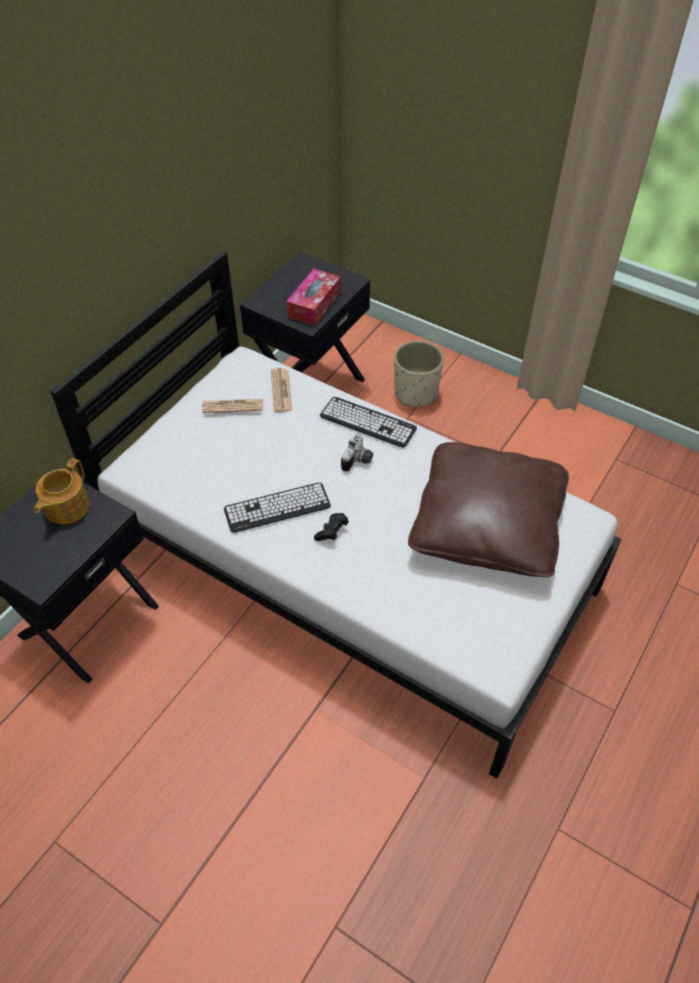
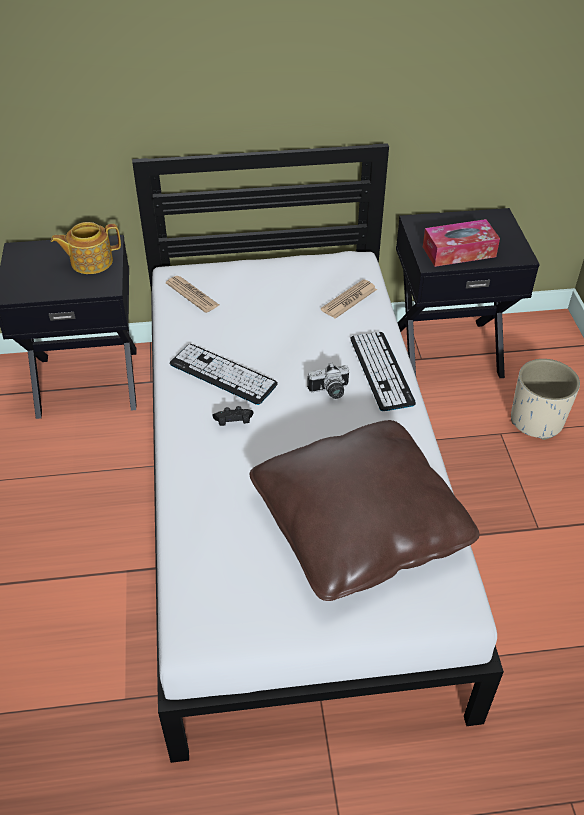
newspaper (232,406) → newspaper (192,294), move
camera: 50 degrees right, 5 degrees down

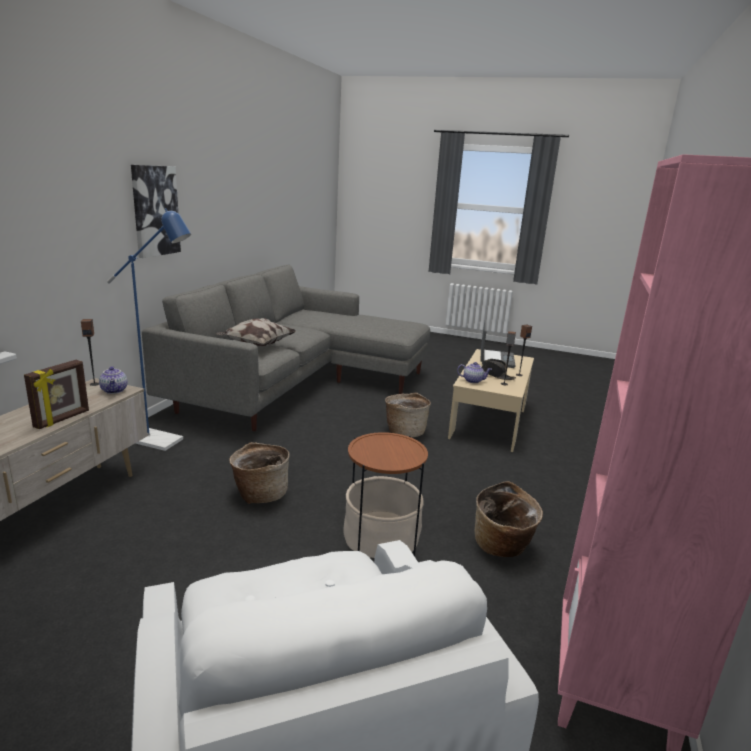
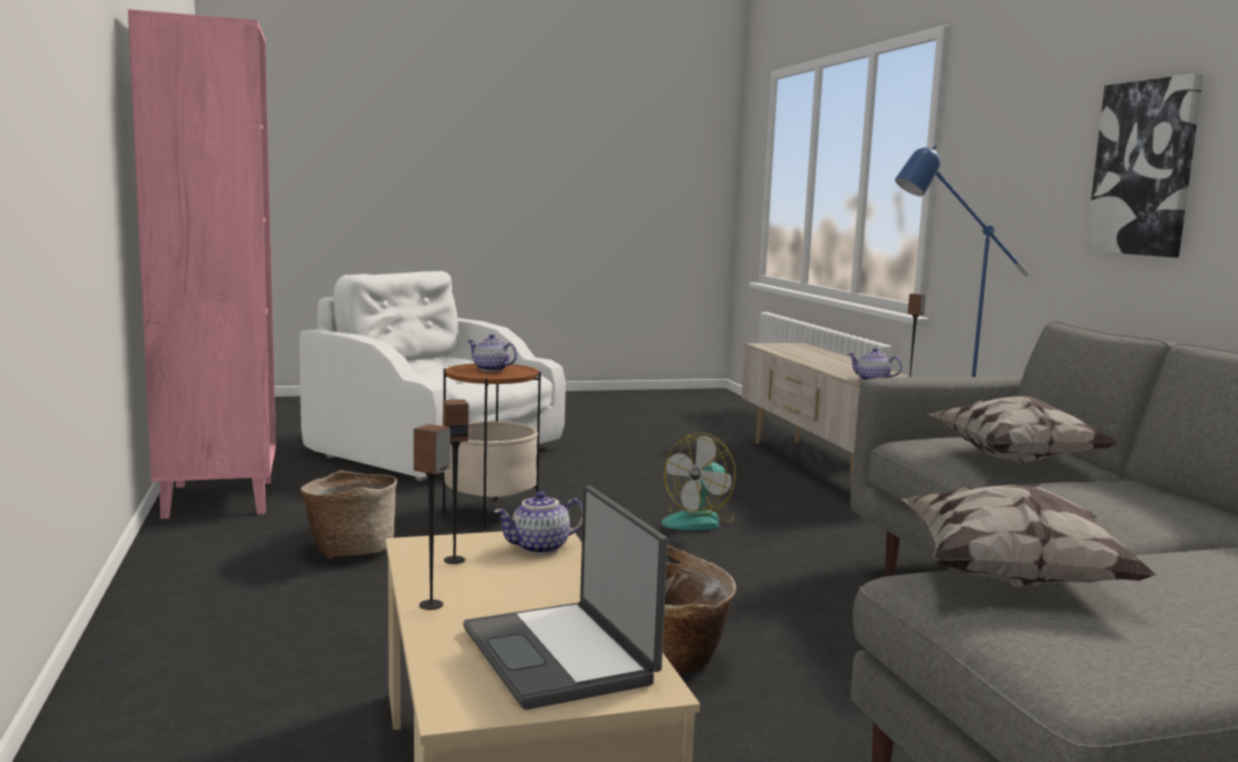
- → teapot (490,369)
basket (260,494) → fan (699,521)
- → pillow (1014,578)
picture frame (62,419) → -
black hat (493,374) → -
camera: 145 degrees right, 10 degrees down

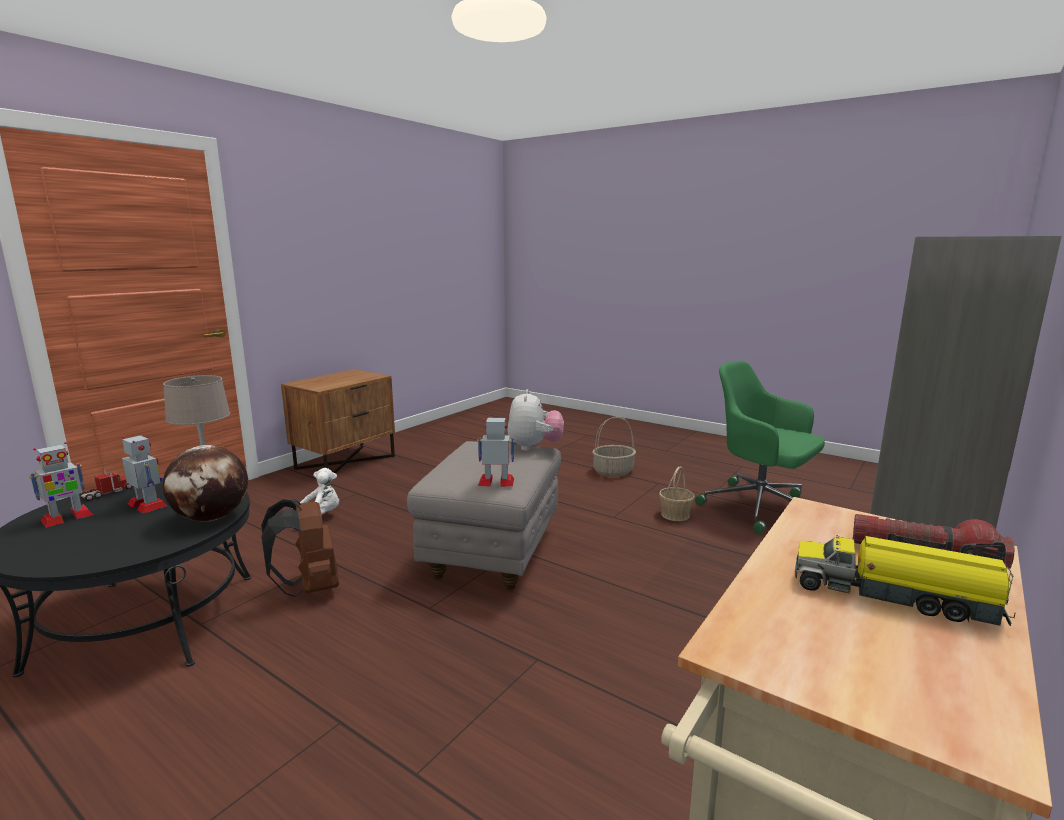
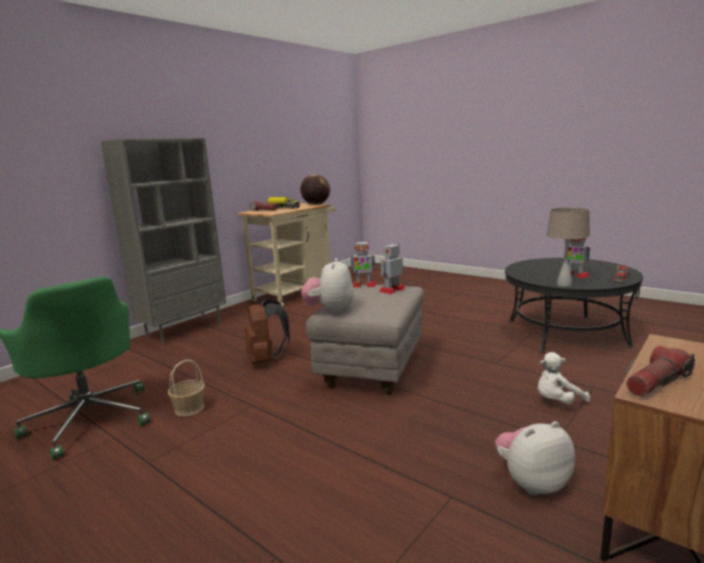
brown backpack (309,588) → brown backpack (266,360), move
globe (212,518) → globe (316,204), move
toy robot (66,518) → toy robot (392,290), move
- → plush toy (532,482)
- → flashlight (657,383)
basket (613,471) → -
camera: 175 degrees left, 0 degrees up

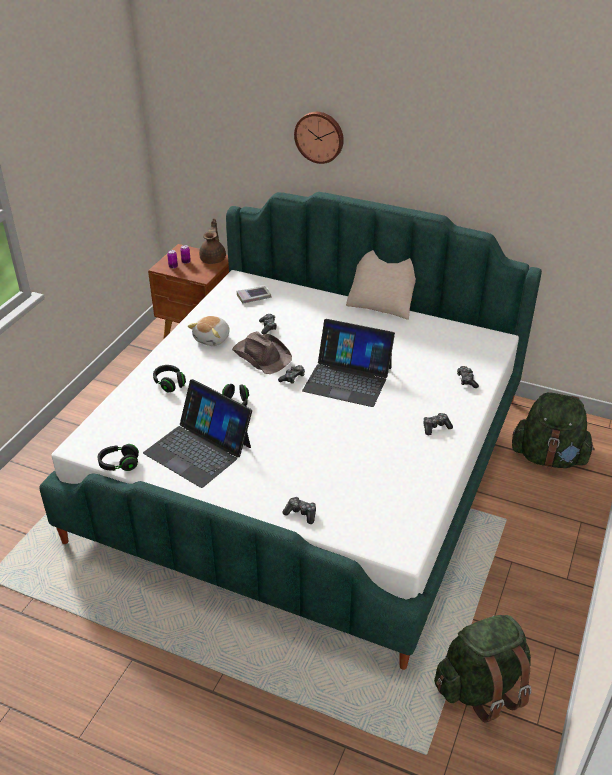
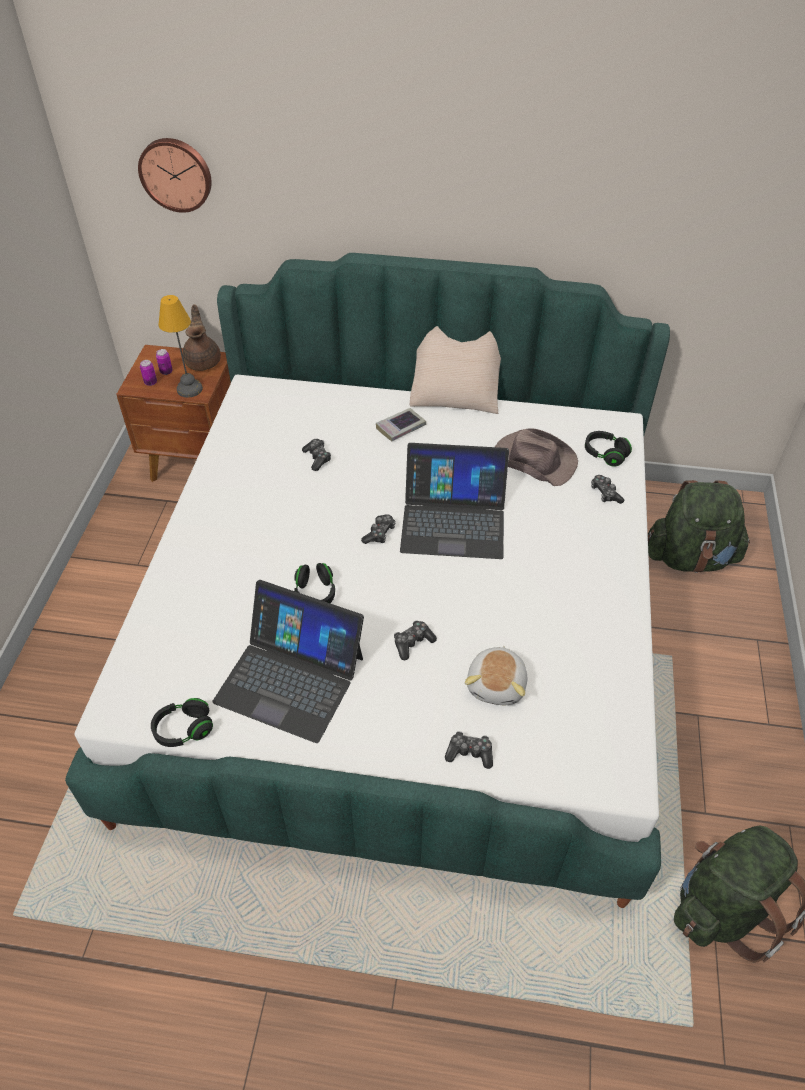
wall clock (319,136) → wall clock (176,174), move
- → table lamp (190,389)
book (254,297) → book (401,427), move
game controller (435,427) → game controller (413,643), move
plush toy (213,339) → plush toy (497,684), move
brown hat (262,355) → brown hat (533,460), move
black headphones (169,383) → black headphones (605,454), move
camera: 15 degrees left, 10 degrees up

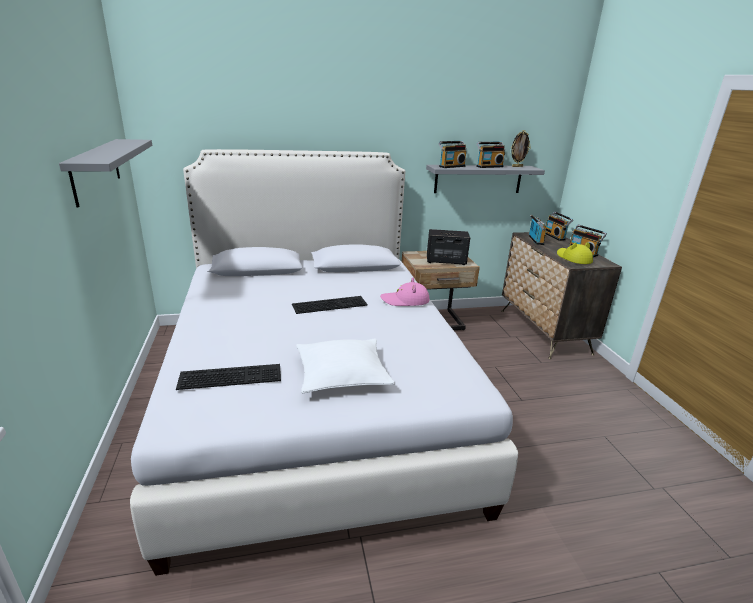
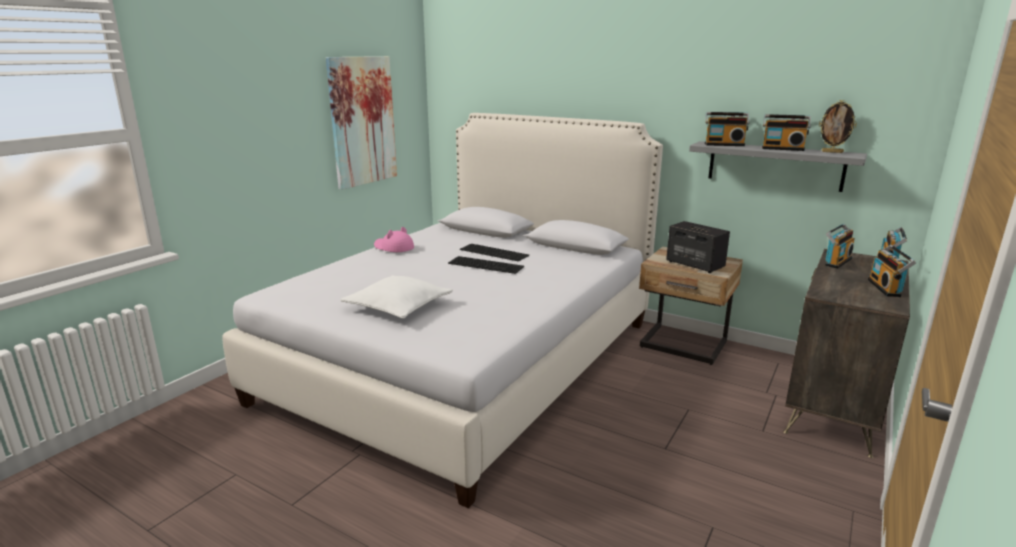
grey shelf (96,170) → picture (362,121)
pink hat (405,300) → pink hat (393,247), move
keyboard (231,375) → keyboard (495,252), move
yellow hat (573,258) → -
camera: 45 degrees right, 5 degrees down

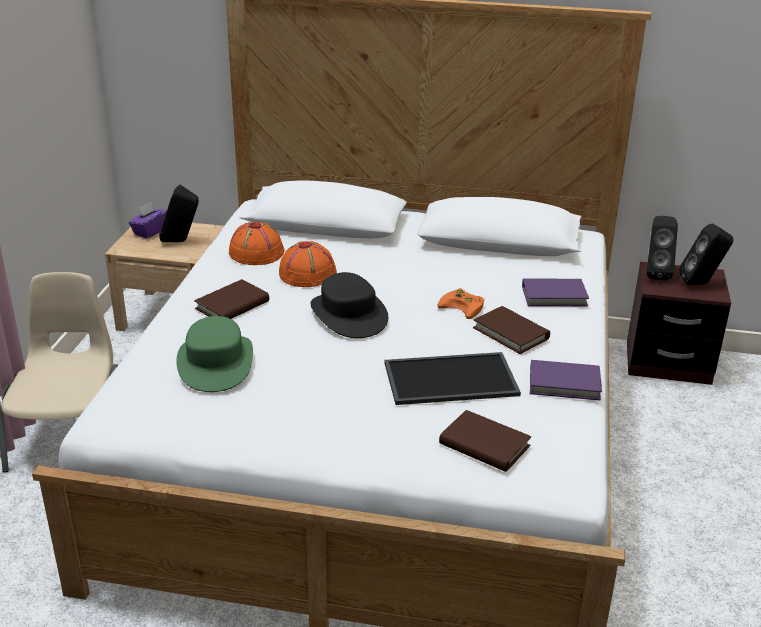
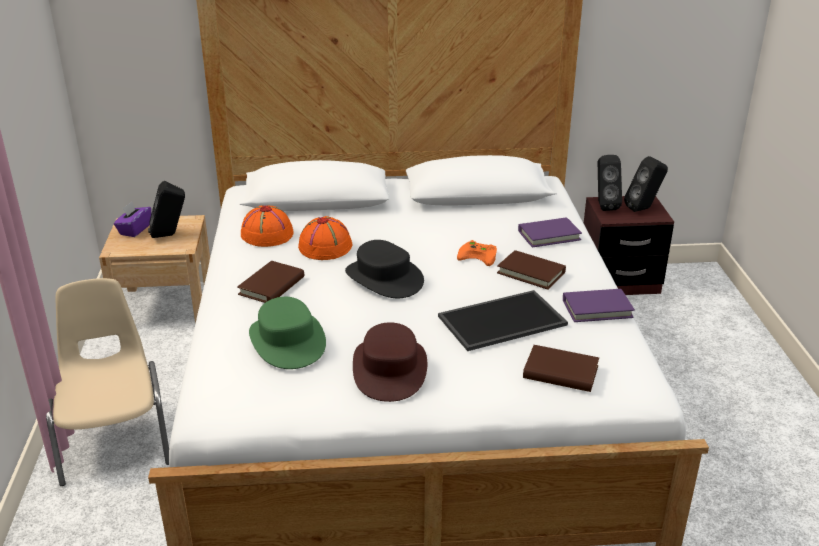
- → brown hat (390,369)
camera: 15 degrees left, 0 degrees up

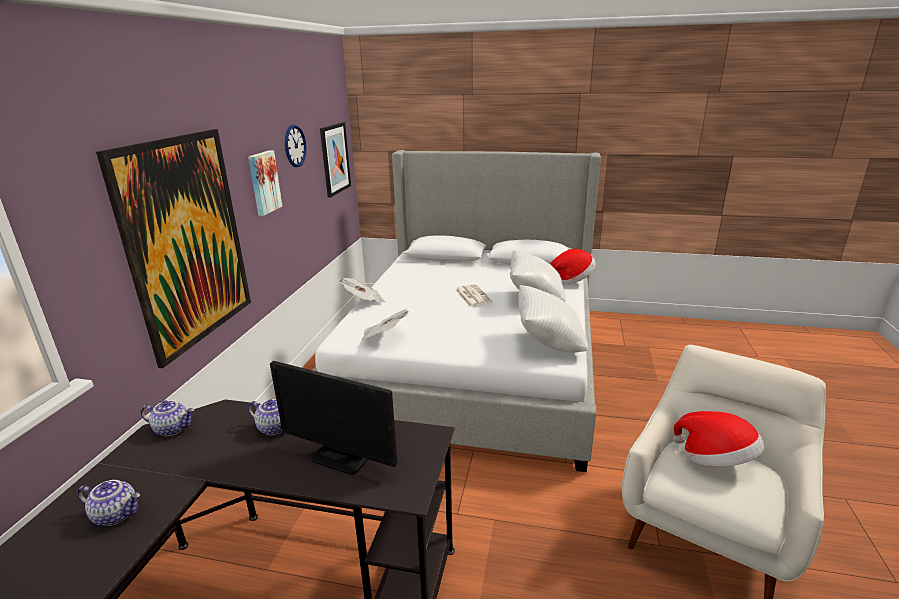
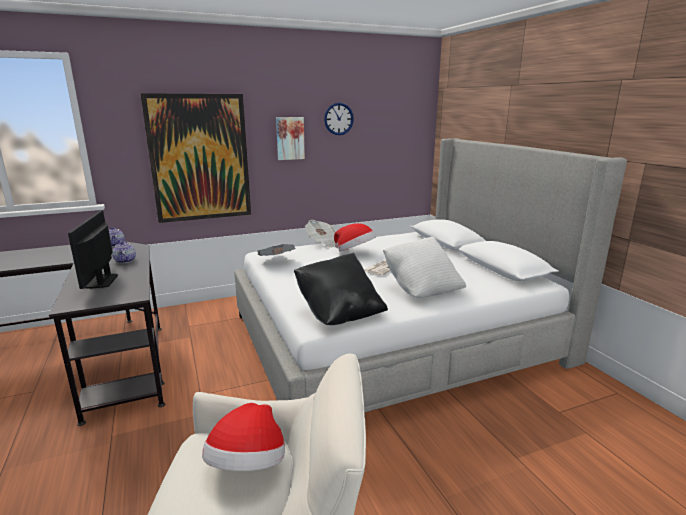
white pillow (549,343) → black pillow (339,313)
hat (571,280) → hat (355,252), move
teapot (117,514) → -
picture (335,159) → -
camera: 55 degrees right, 5 degrees down

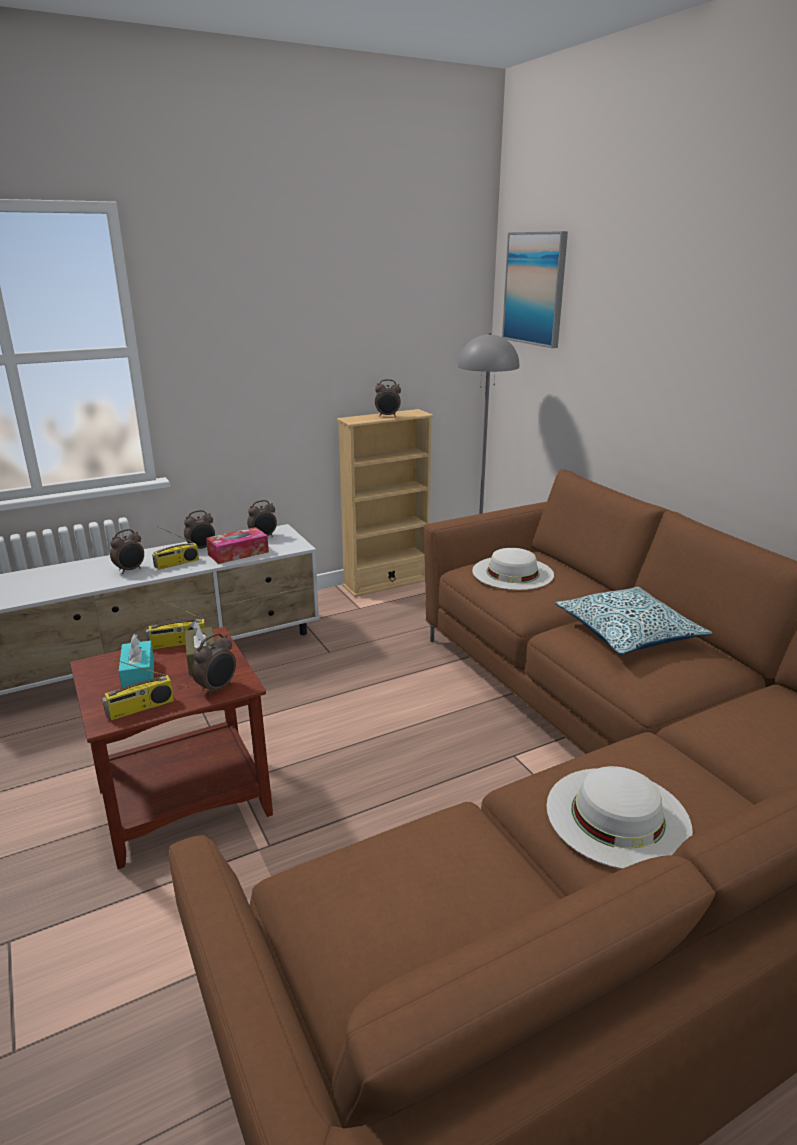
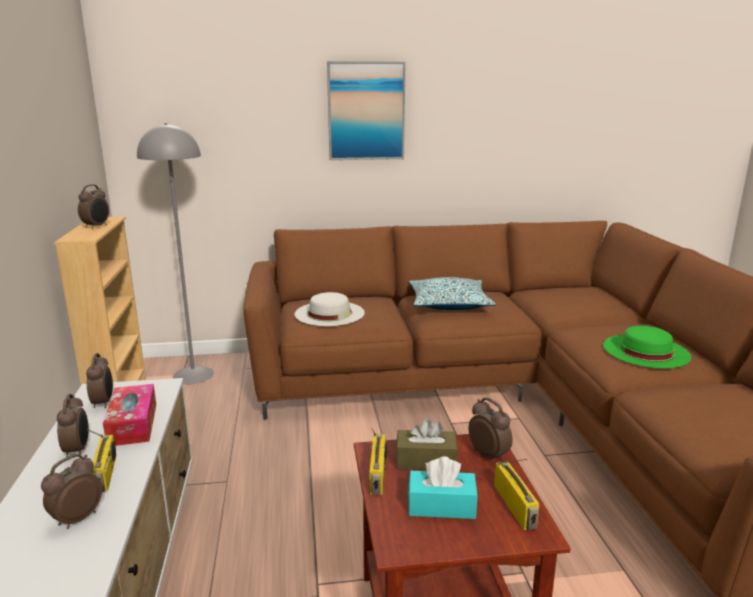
alarm clock (130,570) → alarm clock (76,518), 120 degrees counterclockwise
picture (535,289) → picture (366,111), move
white hat (617,816) → green hat (646,350)
camera: 70 degrees left, 5 degrees down

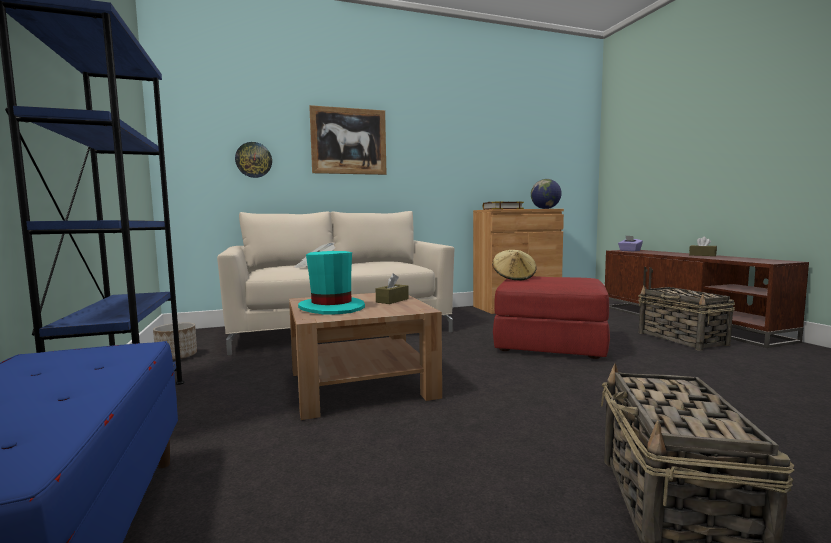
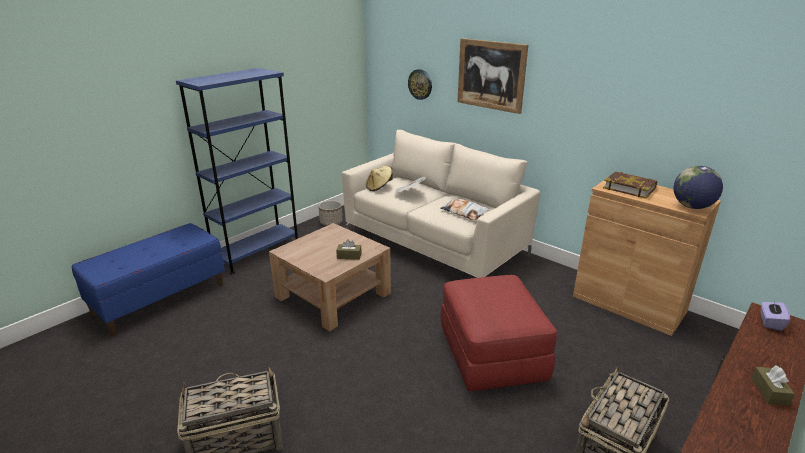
beige hat (514,278) → beige hat (379,187), move
- → pillow (464,212)
turquoise hat (332,308) → -
camera: 60 degrees right, 20 degrees up

